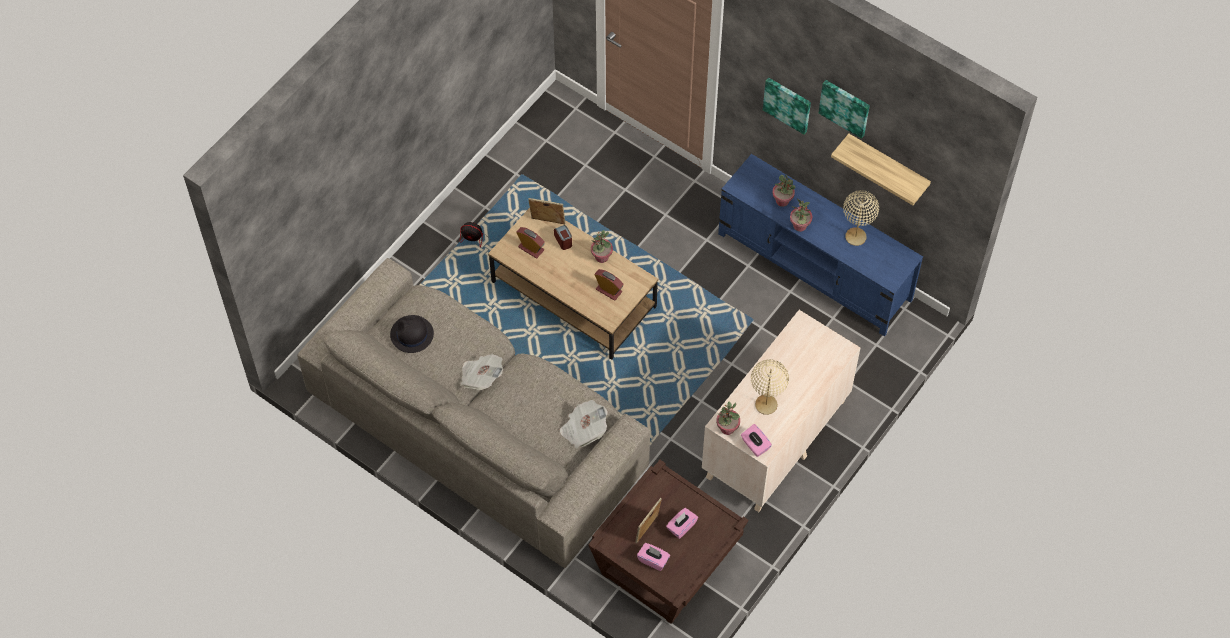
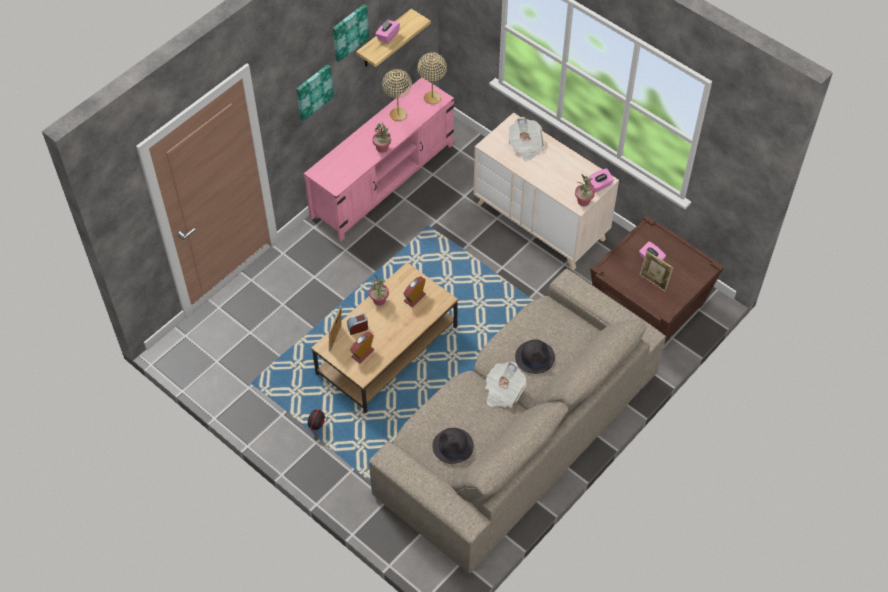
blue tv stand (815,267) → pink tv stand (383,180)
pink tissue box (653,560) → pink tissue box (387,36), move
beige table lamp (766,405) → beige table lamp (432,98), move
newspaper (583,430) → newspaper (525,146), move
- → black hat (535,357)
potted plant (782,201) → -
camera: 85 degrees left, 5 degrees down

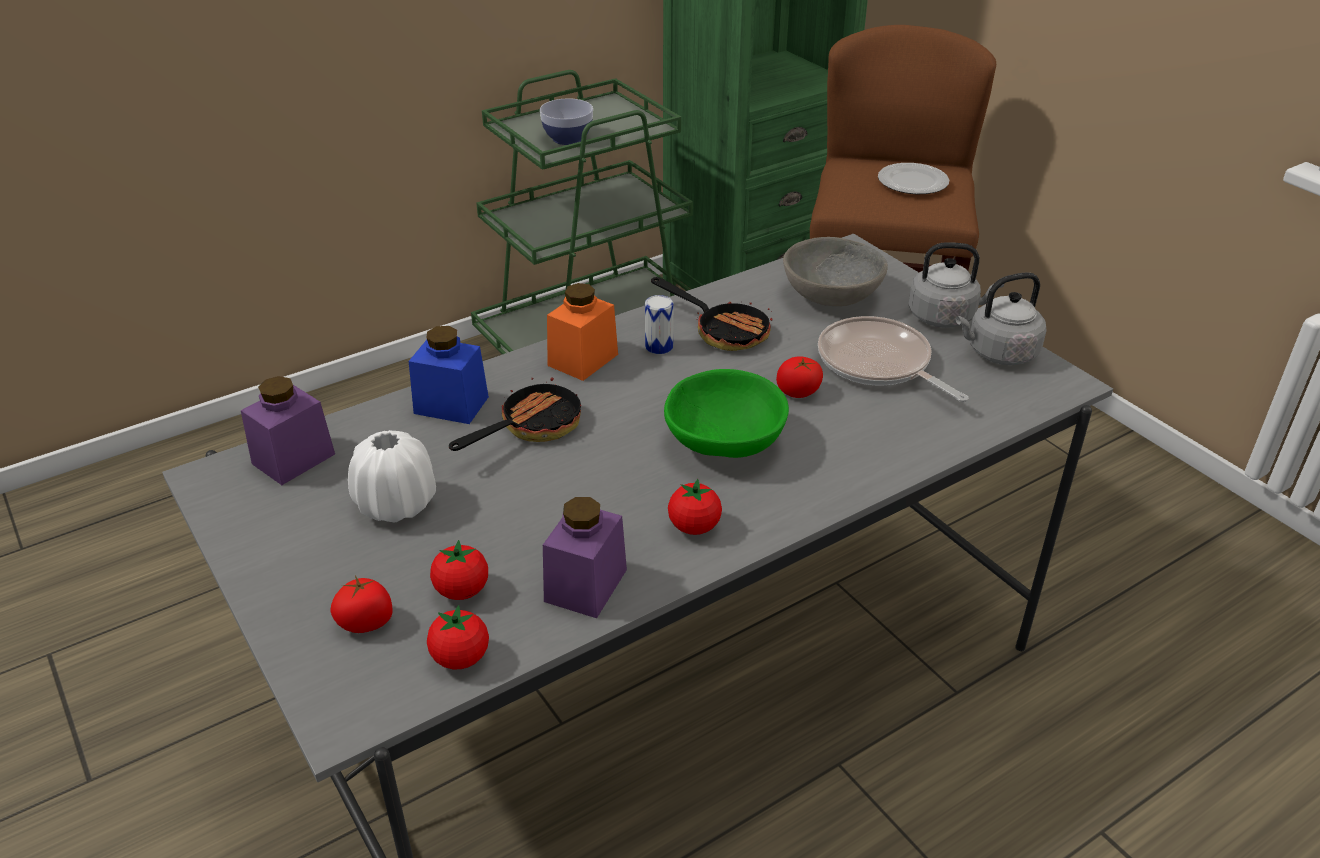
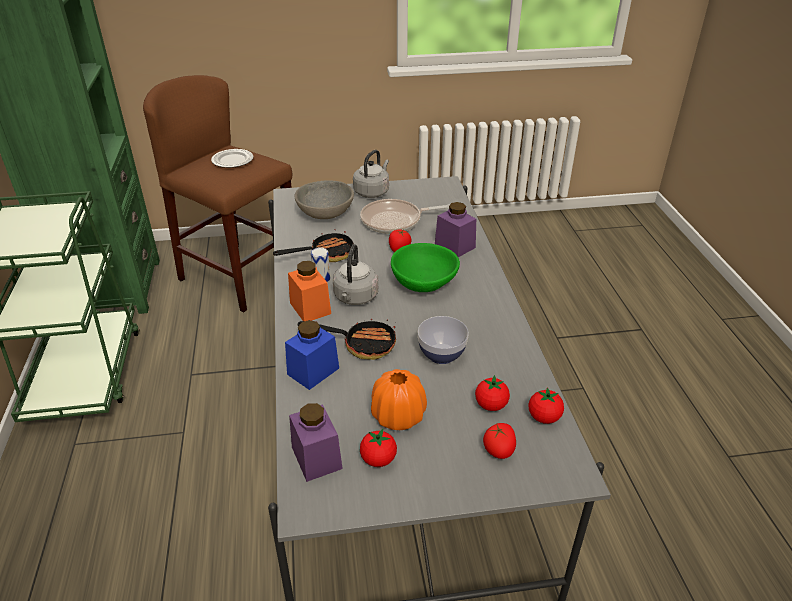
frying pan (531,427) → frying pan (361,344), 120 degrees clockwise
grey kettle (998,353) → grey kettle (355,298), move
tomato (694,527) → tomato (378,459), move
white vase (396,504) → orange vase (398,416)
bowl (567,138) → bowl (441,354), move
purple jar (585,585) → purple jar (455,246), move
camera: 65 degrees left, 0 degrees up

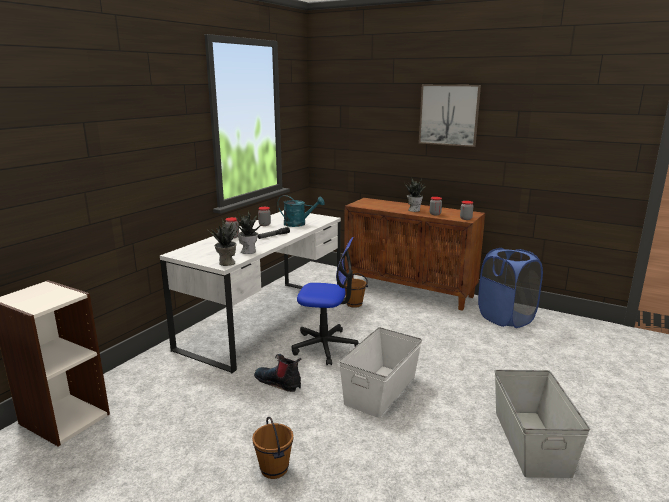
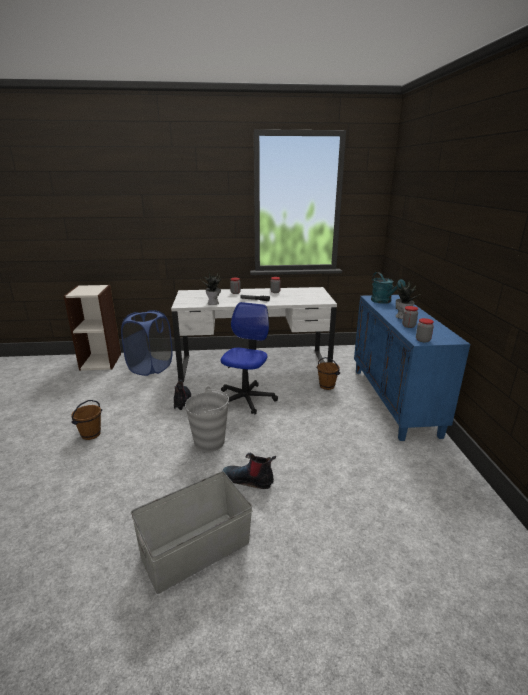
blue laundry basket (506,318) → blue laundry basket (150,367), move
white storage box (381,389) → grey bucket (210,442)
office chair (325,346) → office chair (246,399), 135 degrees counterclockwise
- → boot (248,479)
brown cabinet (410,290) → blue cabinet (394,401)
turquoise watering can (299,224) → turquoise watering can (383,301), move
potted plant (226,263) → -
picture (449,115) → -
camera: 55 degrees right, 5 degrees up

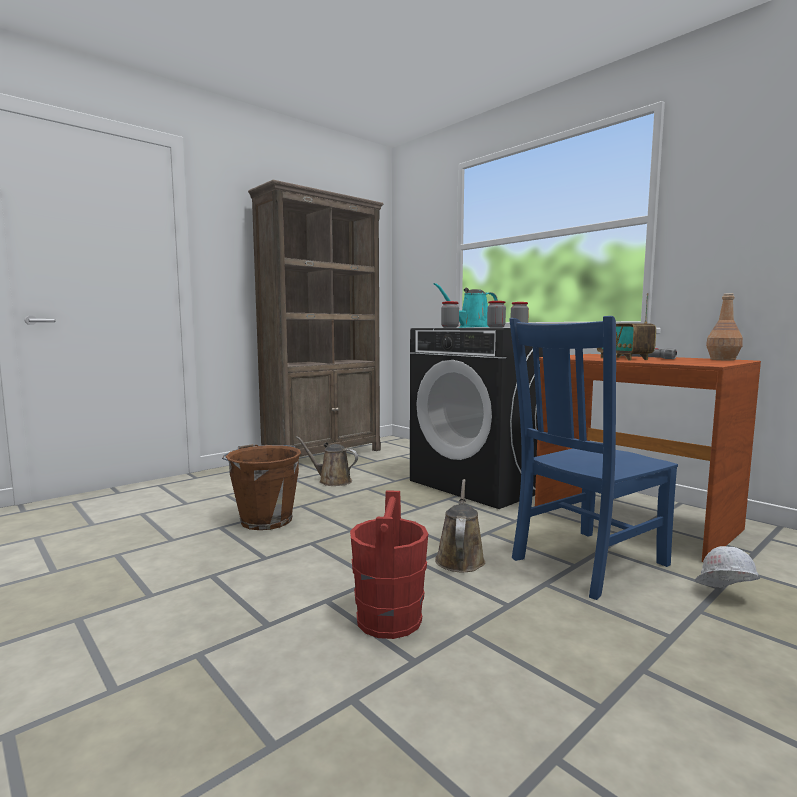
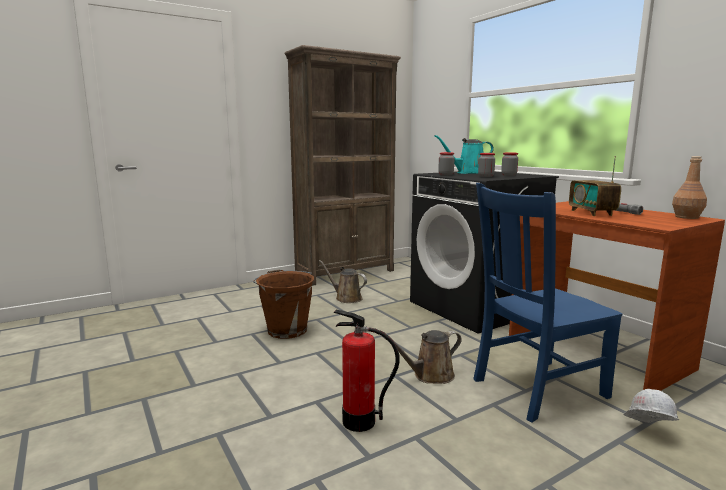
red bucket (388,619) → fire extinguisher (359,422)
brown watering can (460,558) → brown watering can (430,376), 135 degrees counterclockwise
camera: 10 degrees right, 5 degrees up

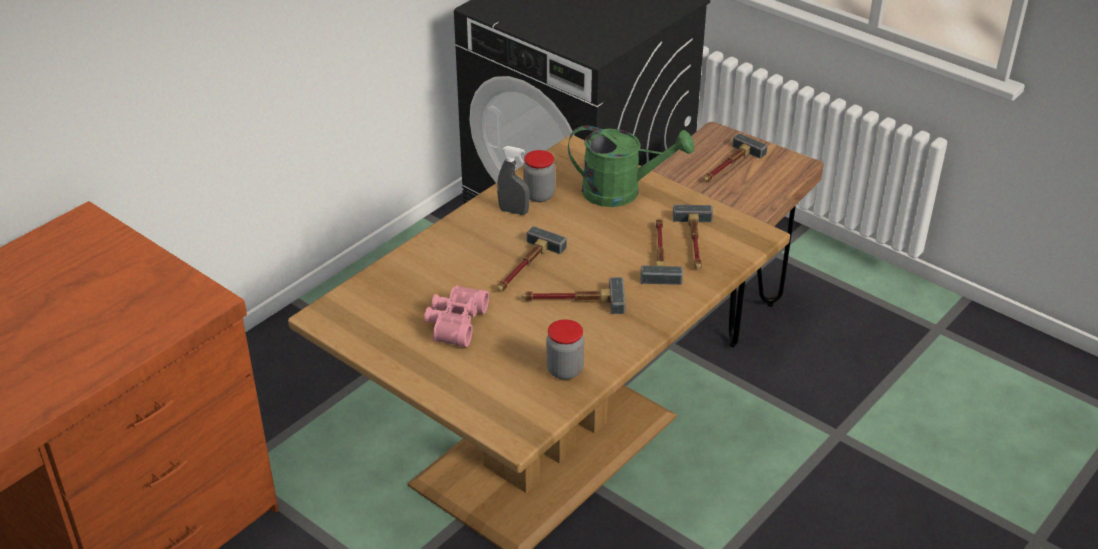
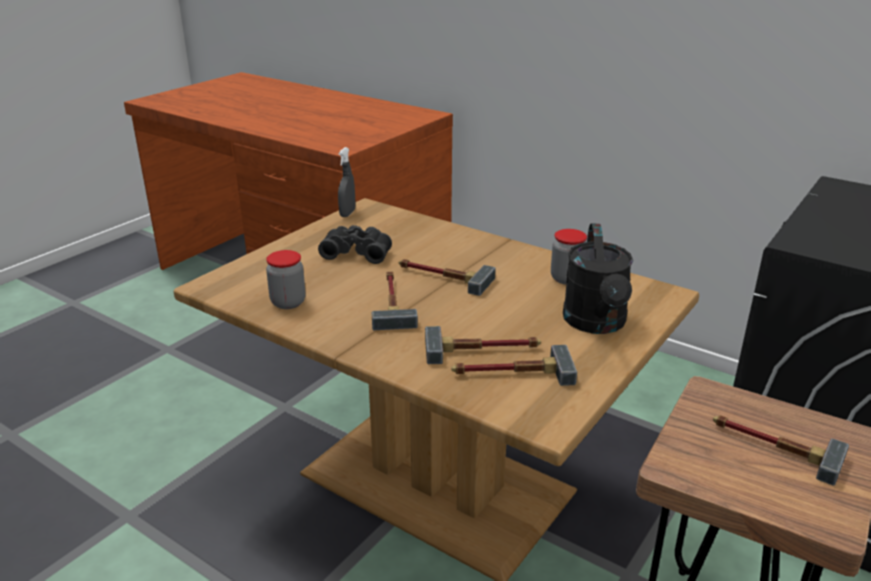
pink binoculars (454,323) → black binoculars (357,252)
grey spray bottle (513,211) → grey spray bottle (347,213), move
green watering can (622,192) → black watering can (596,324)
camera: 85 degrees right, 10 degrees down

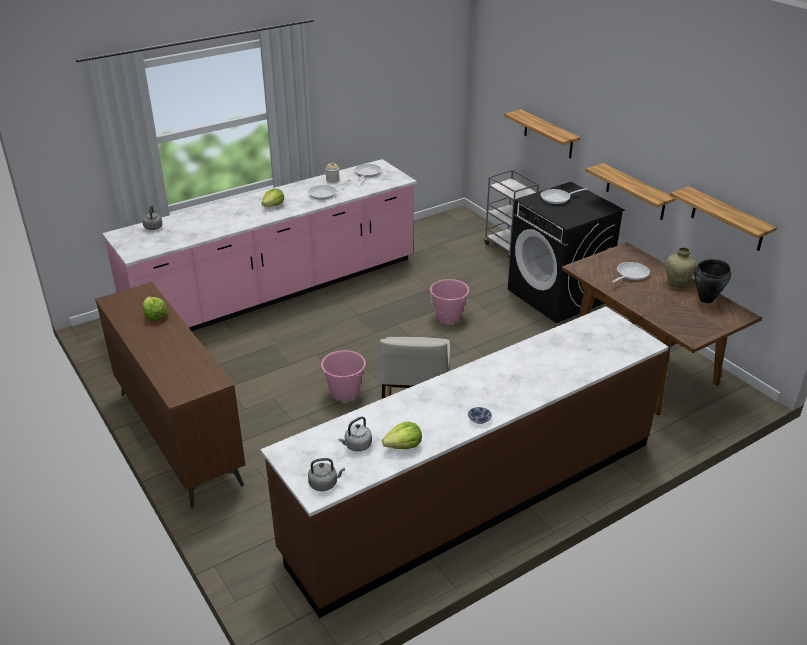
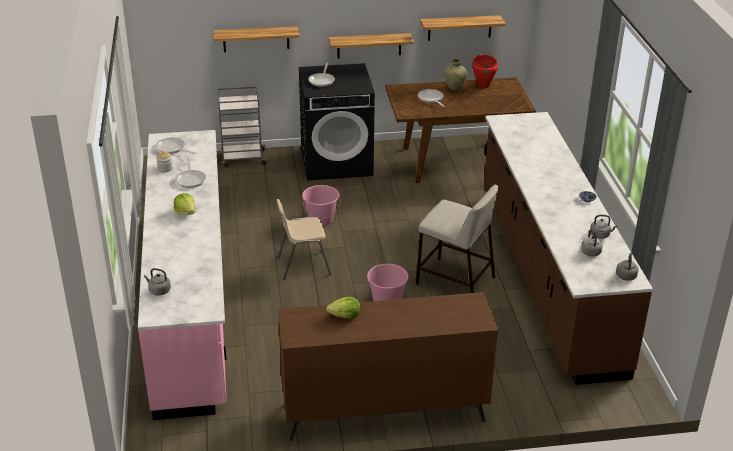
- → beige chair (303,265)
black cooking pot (706,299) → red cooking pot (483,86)
lettuce (403,446) → grey kettle (600,235)
camera: 65 degrees left, 0 degrees up

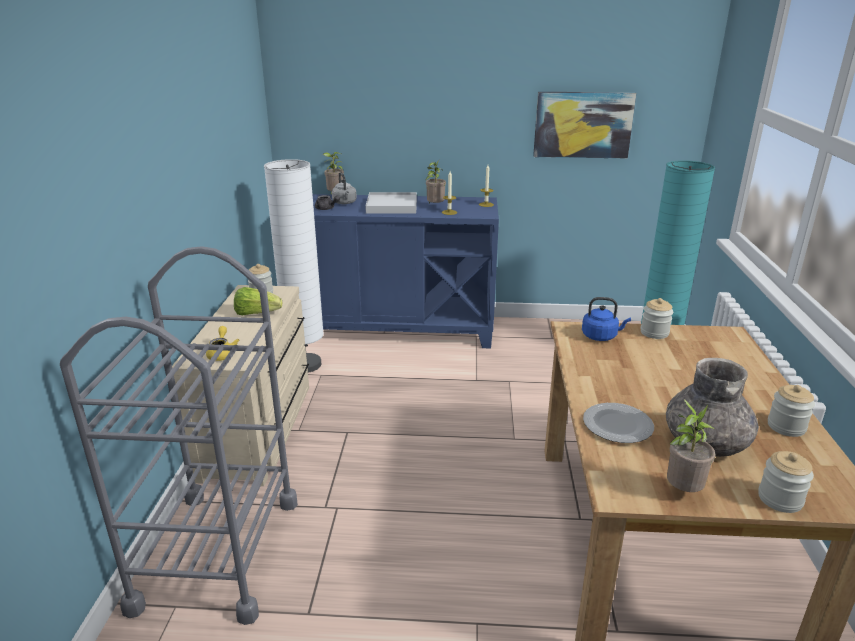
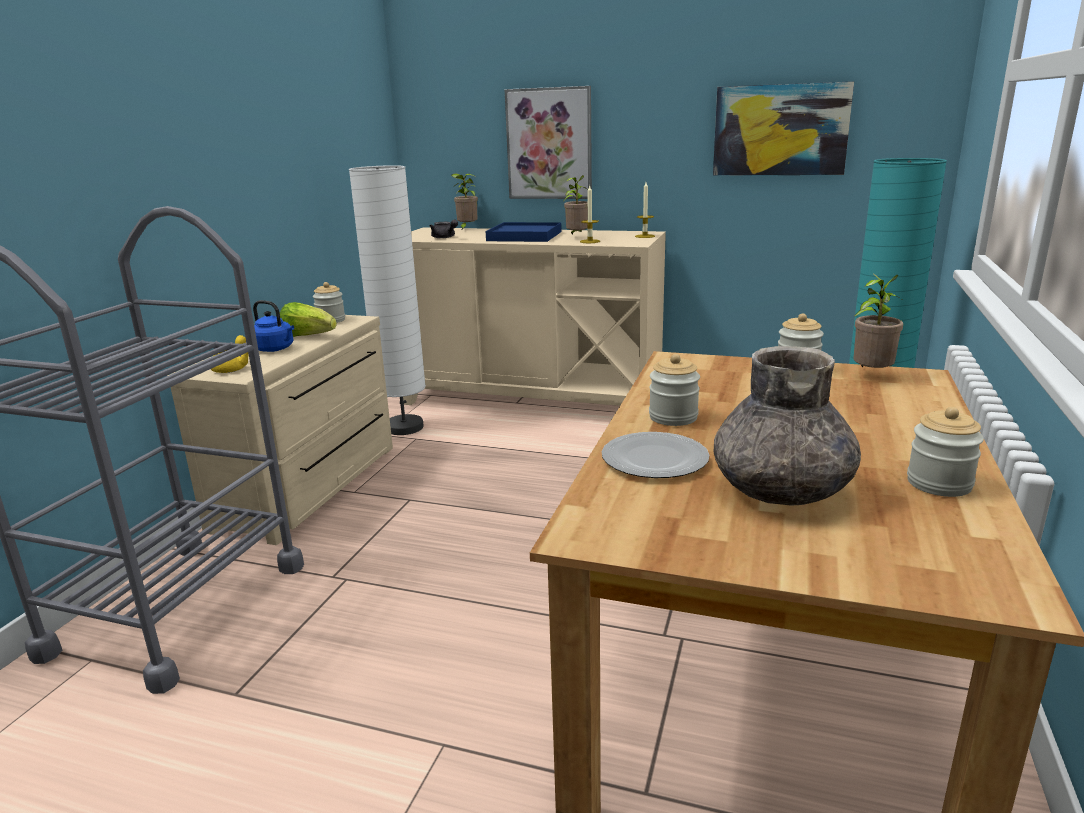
blue kettle (601,336) → blue kettle (275,349), move
blue cabinet (394,329) → beige cabinet (531,399)
white tray (392,206) → blue tray (524,236)
- → picture (549,144)
jar (780,499) → jar (673,417), move
potted plant (681,490) → potted plant (871,376), move
grey kettle (345,203) → -
camera: 15 degrees right, 5 degrees down

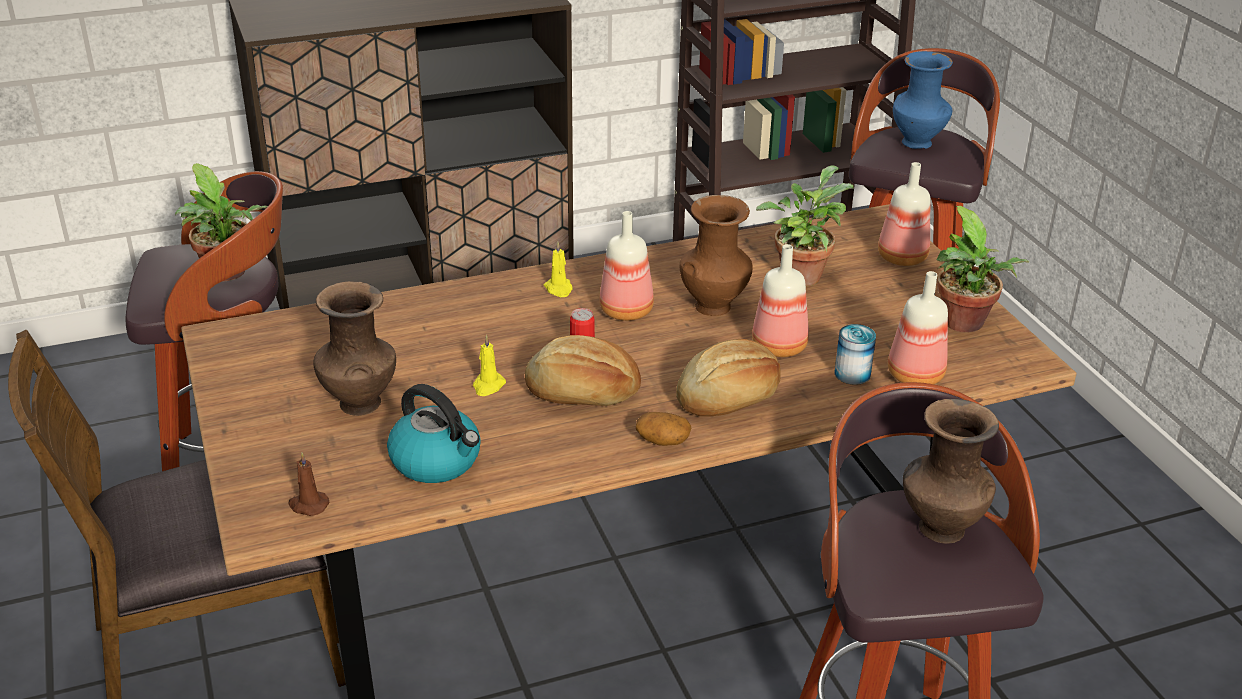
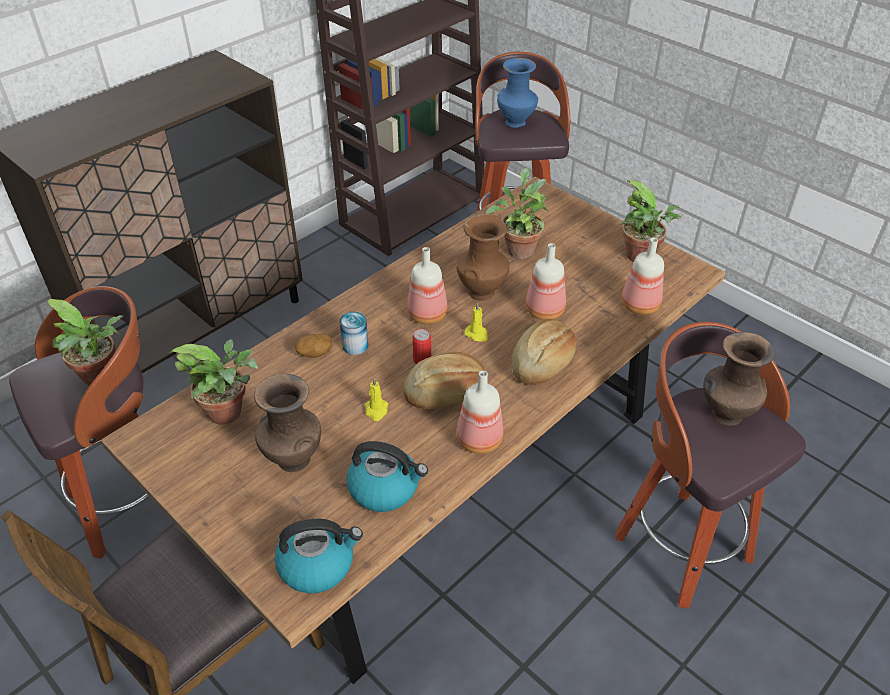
- → potted plant (230,412)
brown candle (308,505) → kettle (318,564)
potato (662,440) → potato (314,353), move
can (852,374) → can (355,345), move
bottle (900,258) → bottle (478,440), move
yellow candle (559,289) → yellow candle (477,334), move
camera: 25 degrees left, 10 degrees up

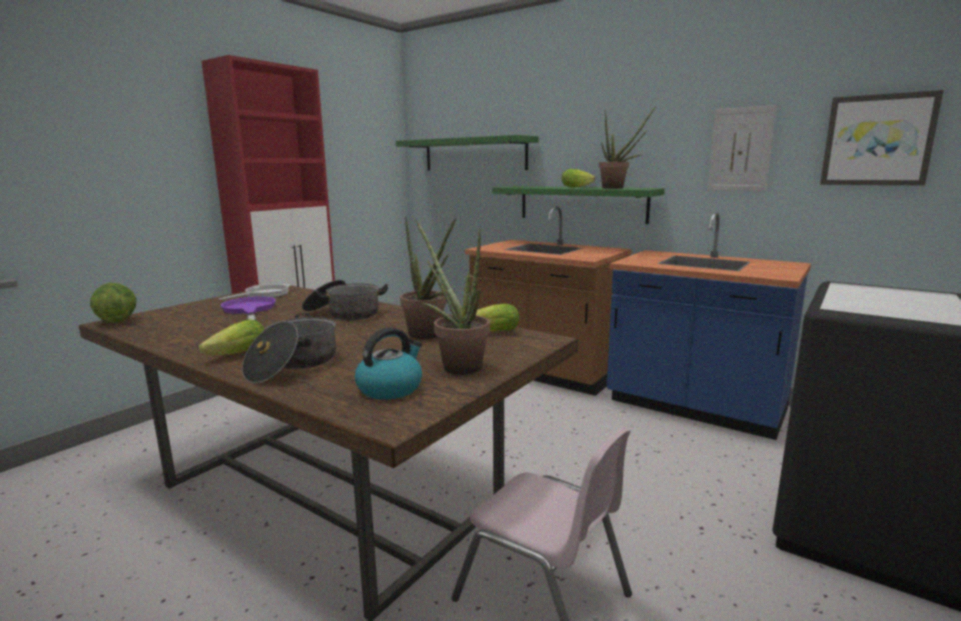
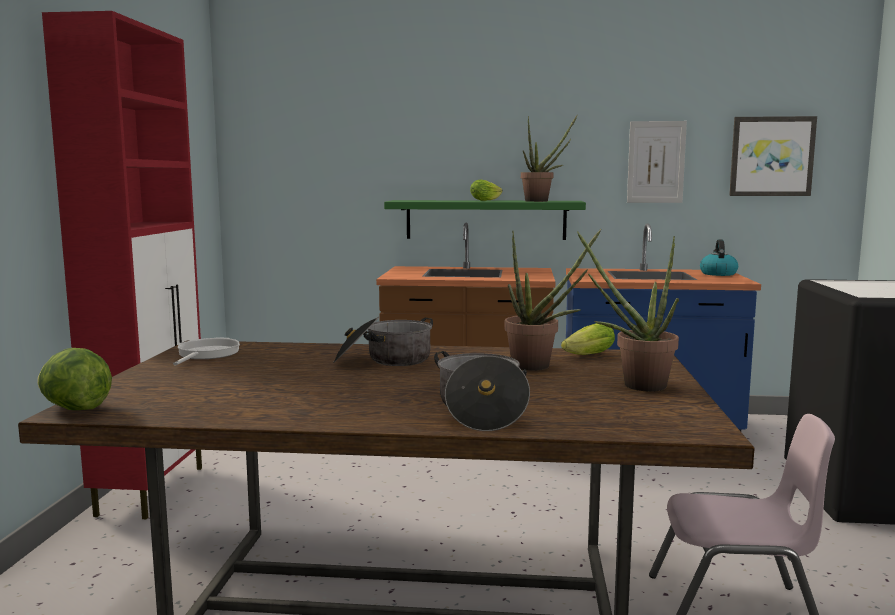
kettle (390,388) → kettle (718,274), move
lettuce (234,355) → -
purple frying pan (249,310) → -
green shelf (474,154) → -
camera: 30 degrees left, 5 degrees down

